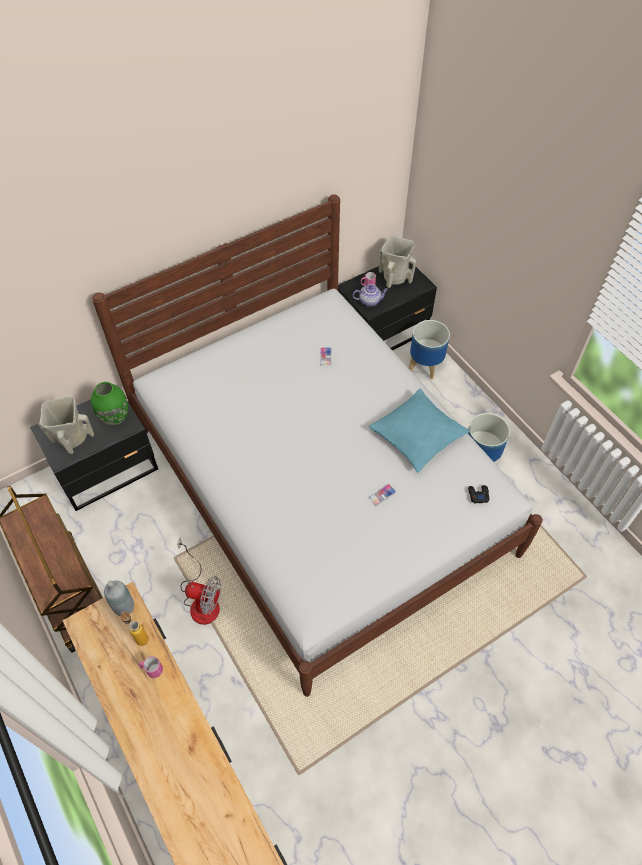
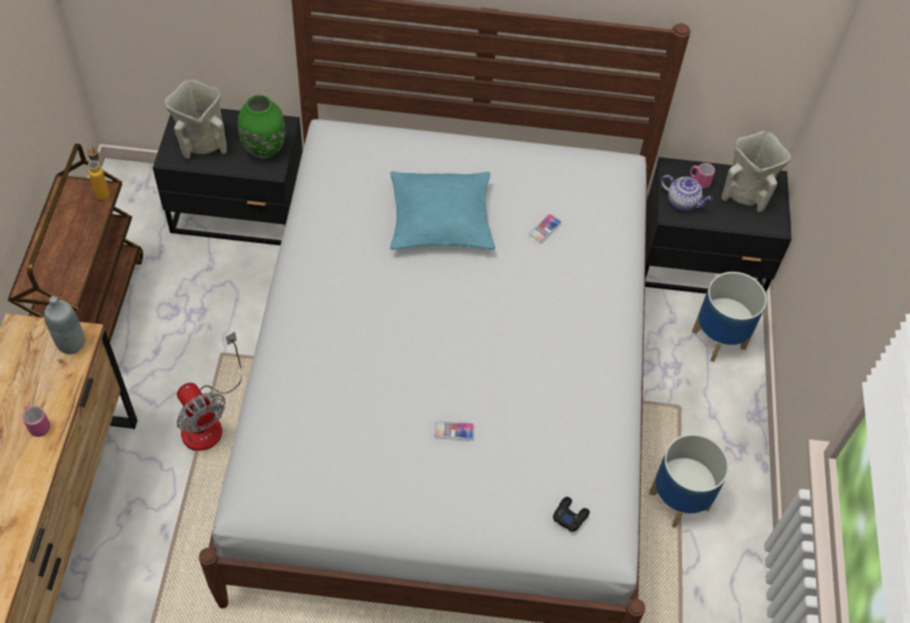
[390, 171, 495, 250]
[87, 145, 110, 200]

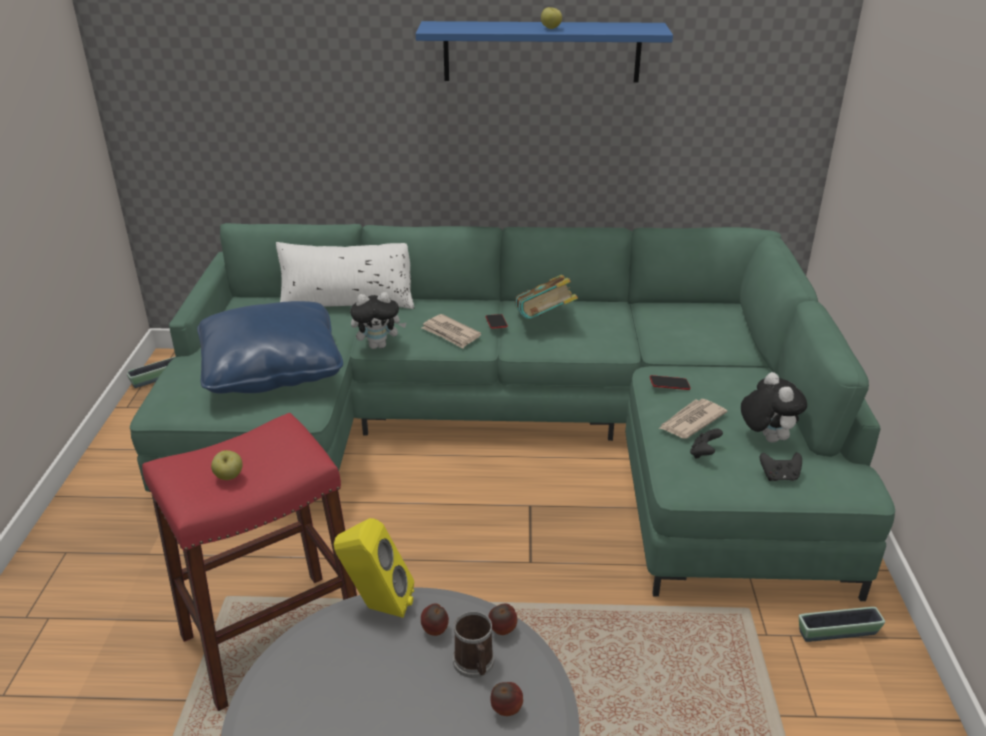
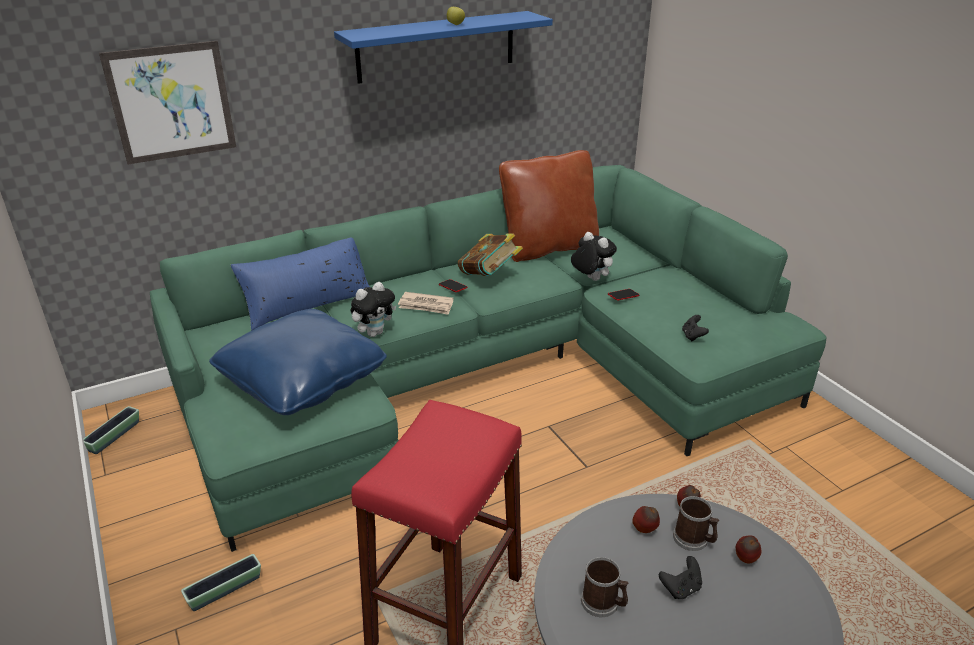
[231, 238, 370, 330]
[571, 232, 617, 281]
[659, 399, 727, 439] (first image)
[211, 450, 242, 480] (first image)
[659, 556, 702, 599]
[334, 518, 414, 618] (first image)
[181, 554, 261, 611]
[99, 41, 236, 164]
[499, 150, 599, 262]
[581, 557, 628, 617]

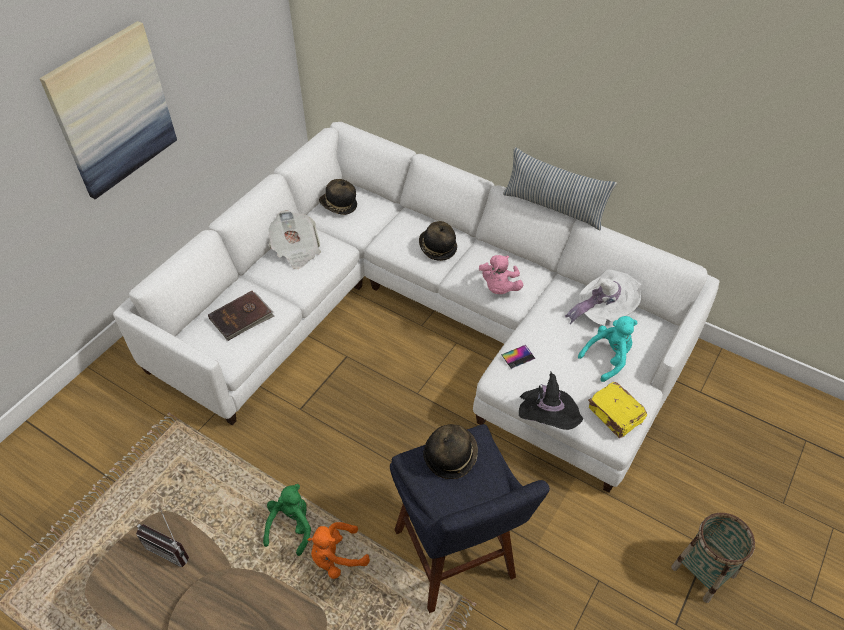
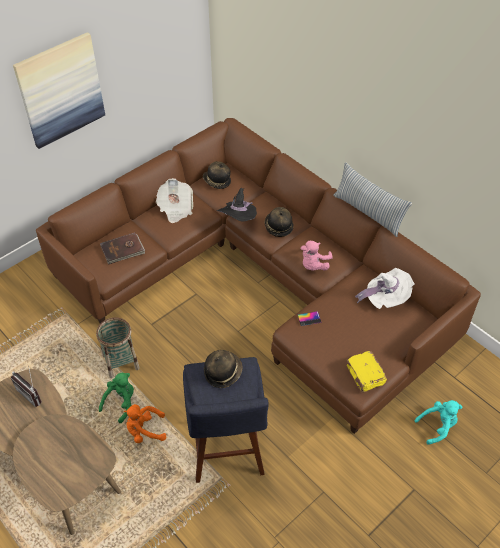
[36, 118, 481, 434]
[414, 400, 462, 445]
[217, 188, 257, 221]
[96, 317, 140, 378]

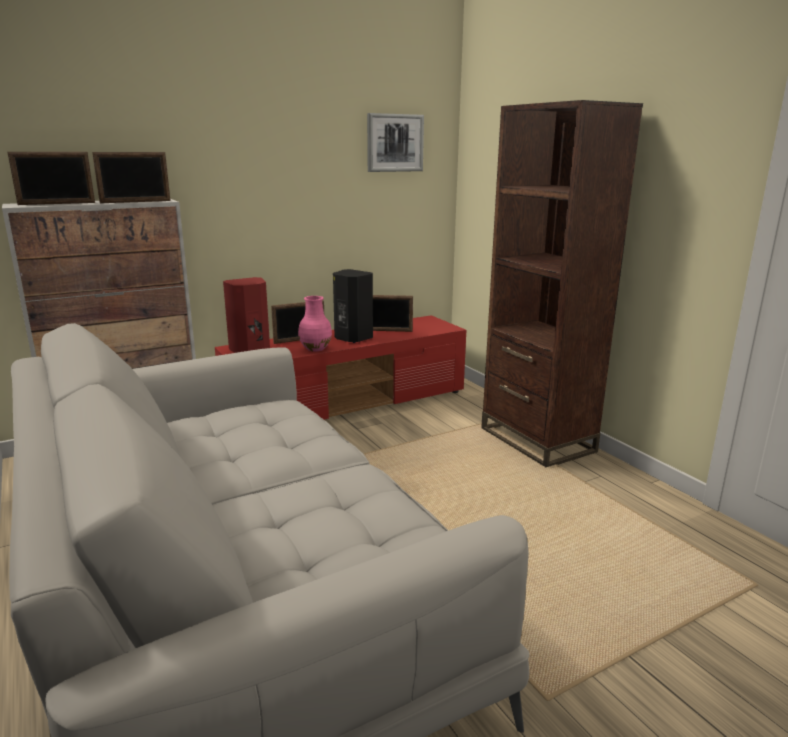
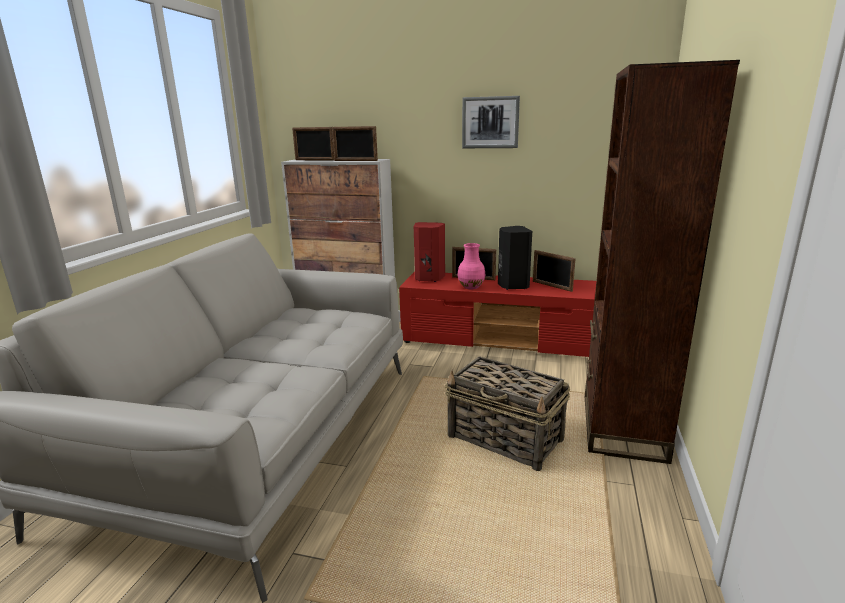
[462, 96, 520, 148]
[445, 356, 570, 471]

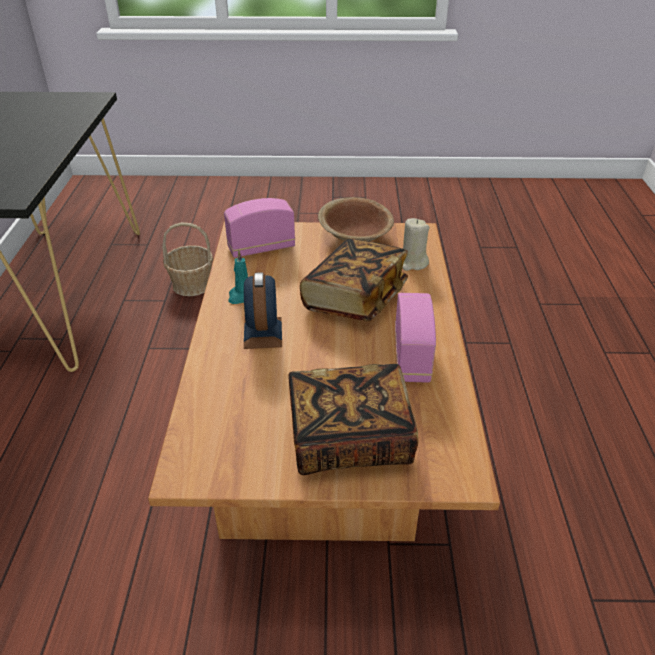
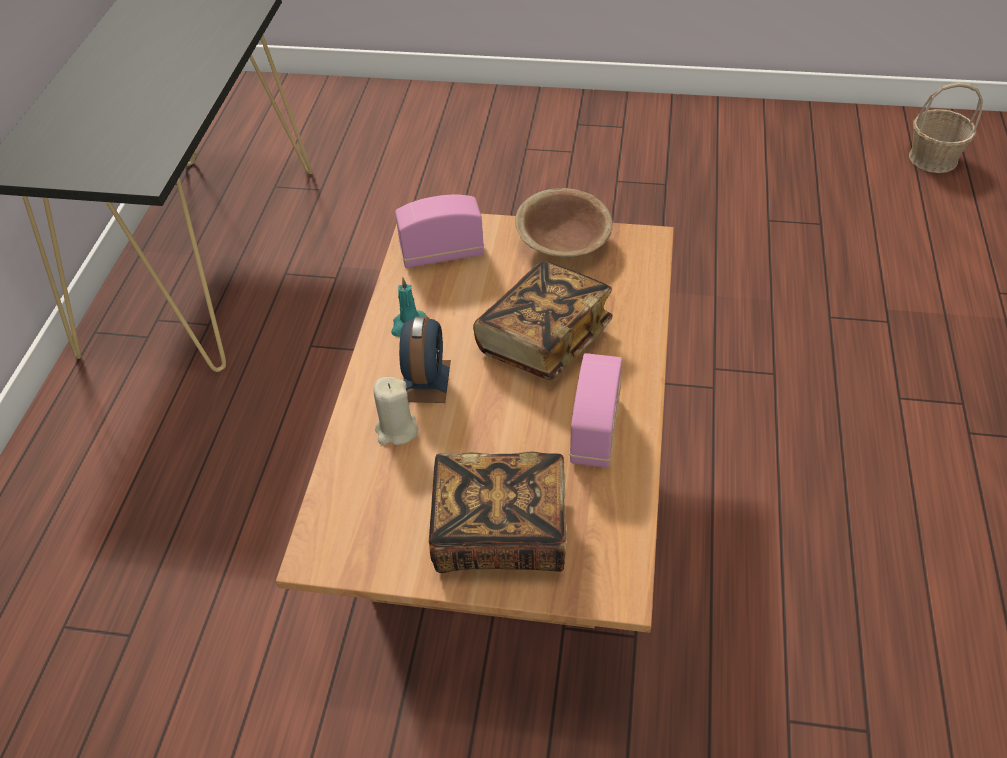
[373, 377, 418, 445]
[909, 82, 983, 173]

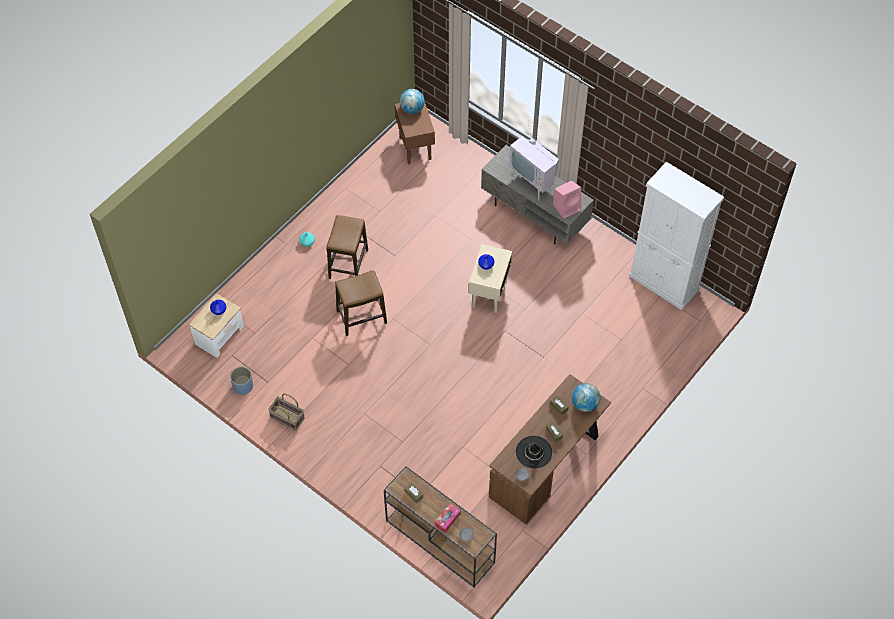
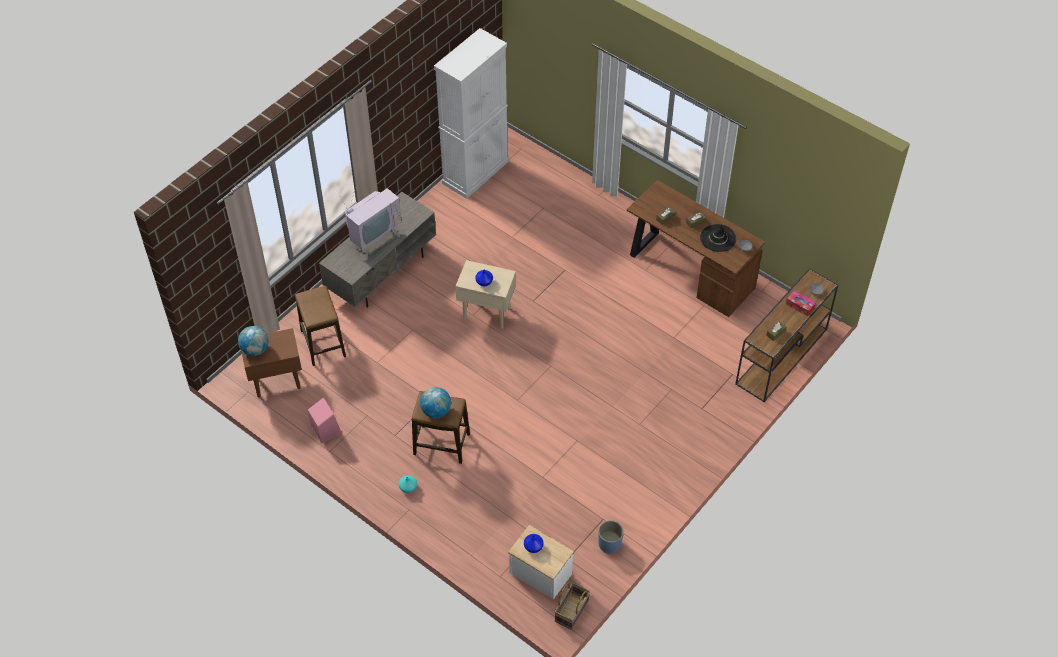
[308, 397, 342, 444]
[295, 286, 346, 366]
[420, 387, 451, 418]
[554, 582, 590, 630]

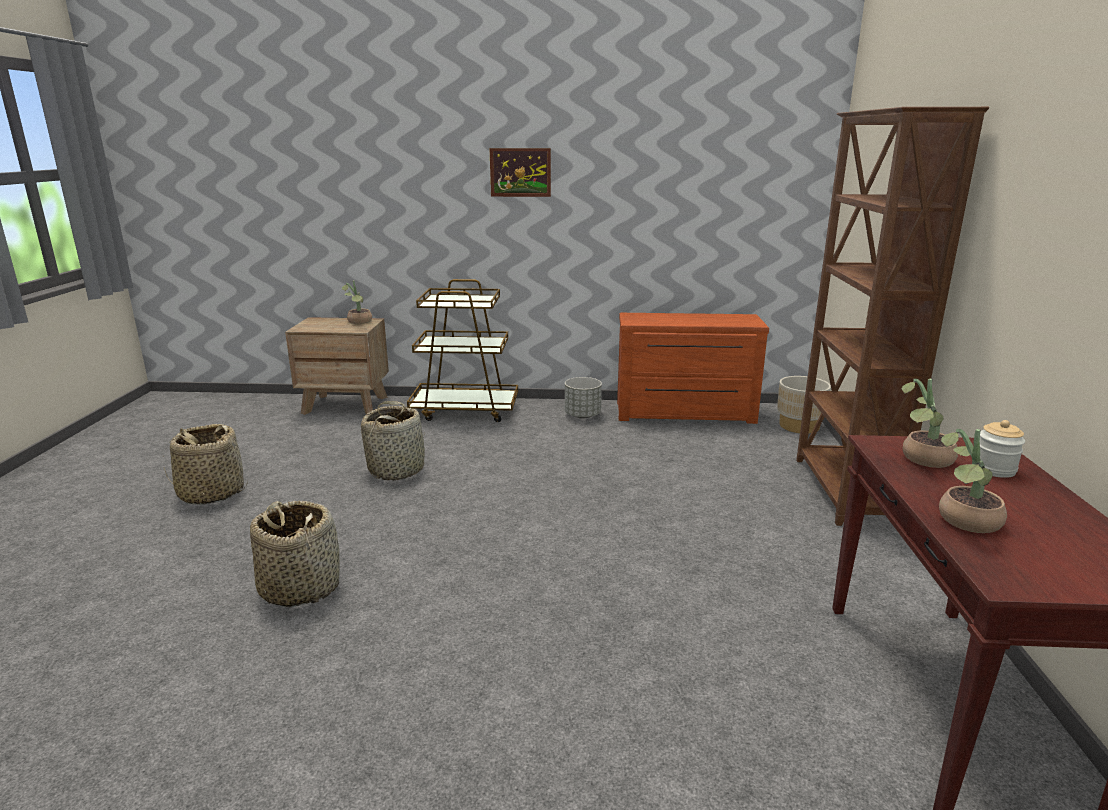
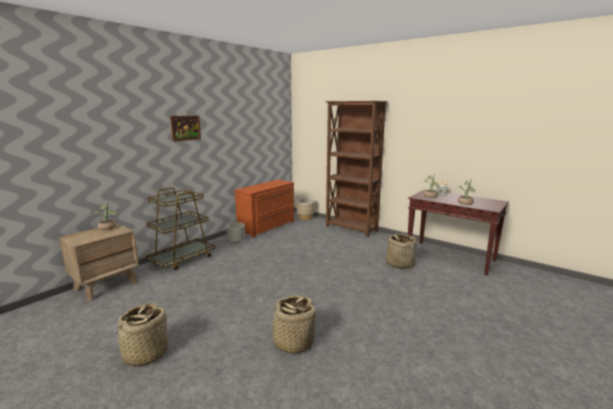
[386, 232, 417, 269]

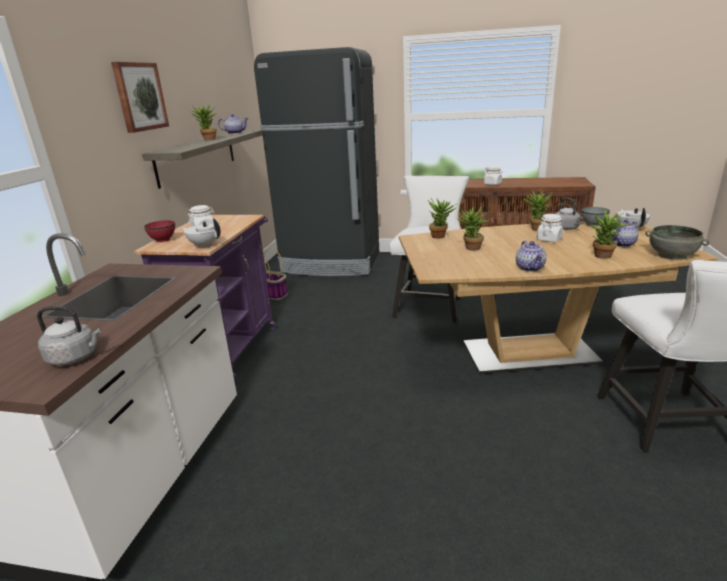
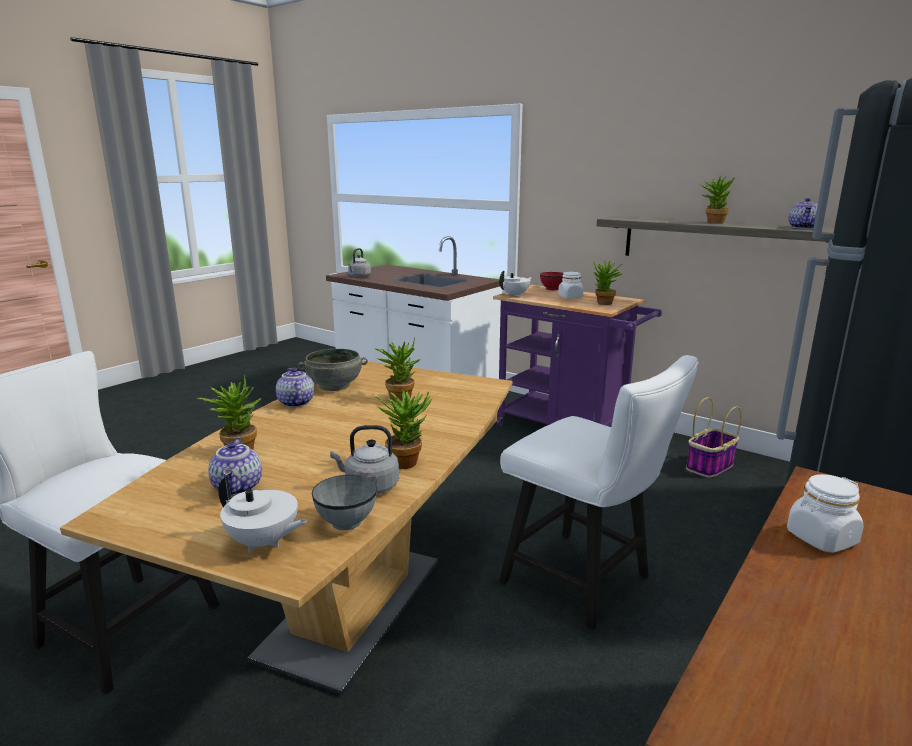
[111, 62, 169, 133] (first image)
[594, 261, 623, 305]
[536, 214, 563, 242] (first image)
[298, 349, 368, 391]
[276, 368, 314, 407]

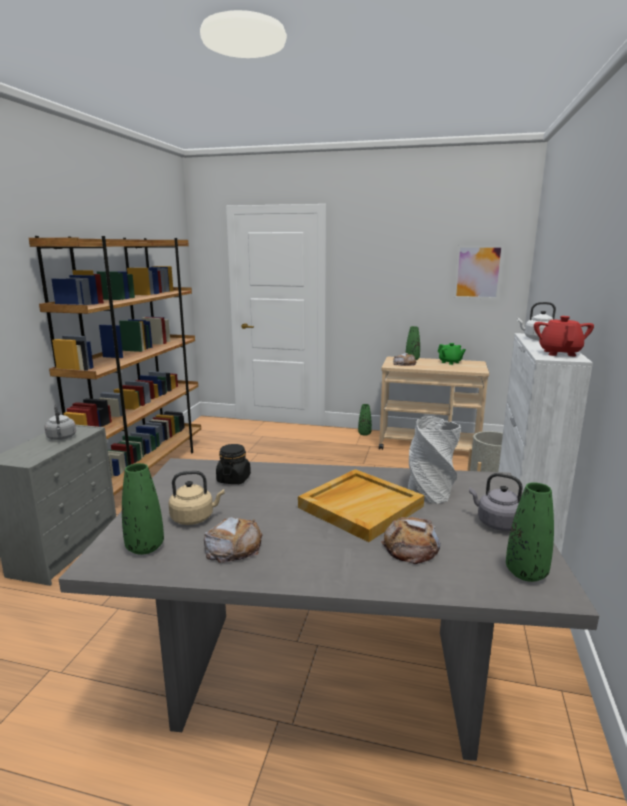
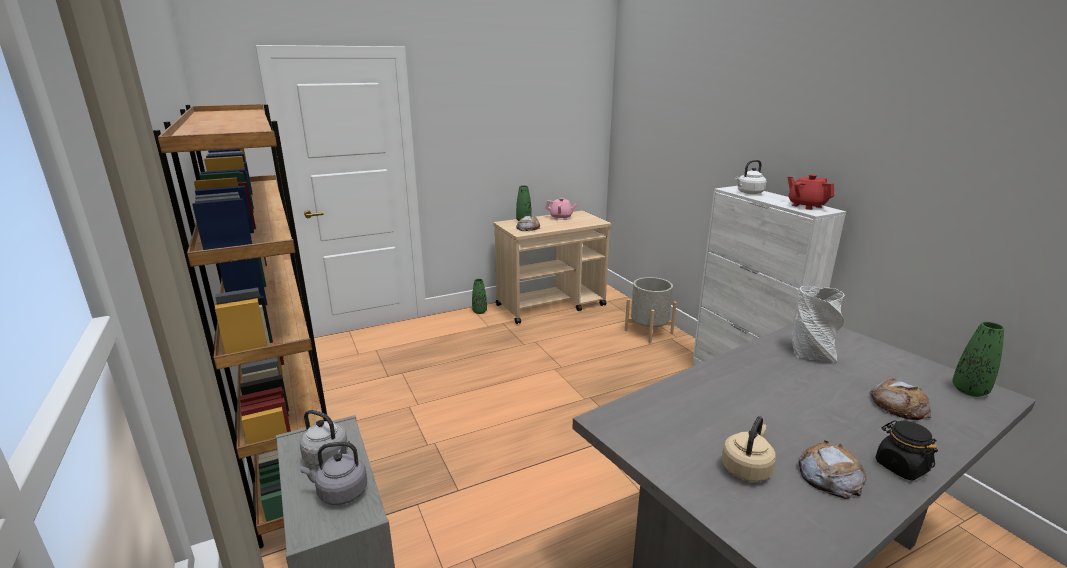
[454, 245, 504, 300] (first image)
[545, 198, 578, 220]
[875, 420, 938, 481]
[122, 463, 164, 555] (first image)
[298, 469, 424, 542] (first image)
[300, 442, 367, 505]

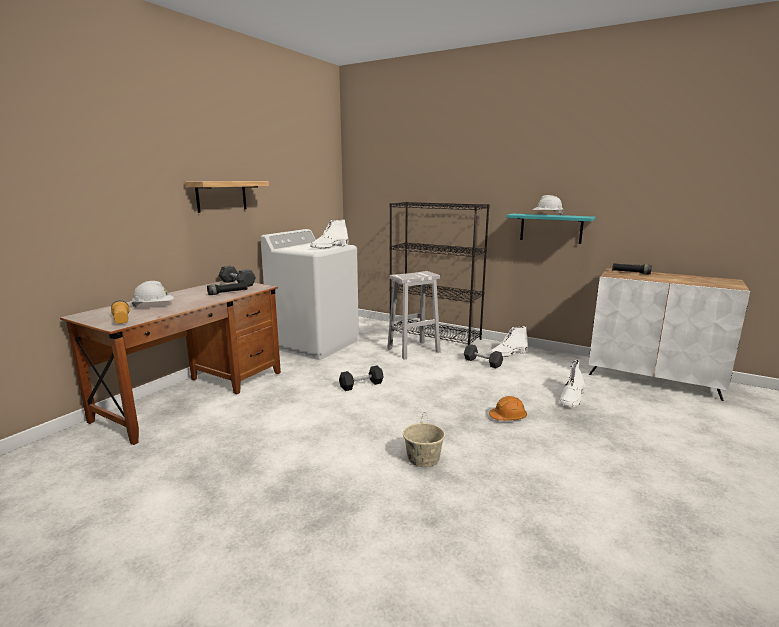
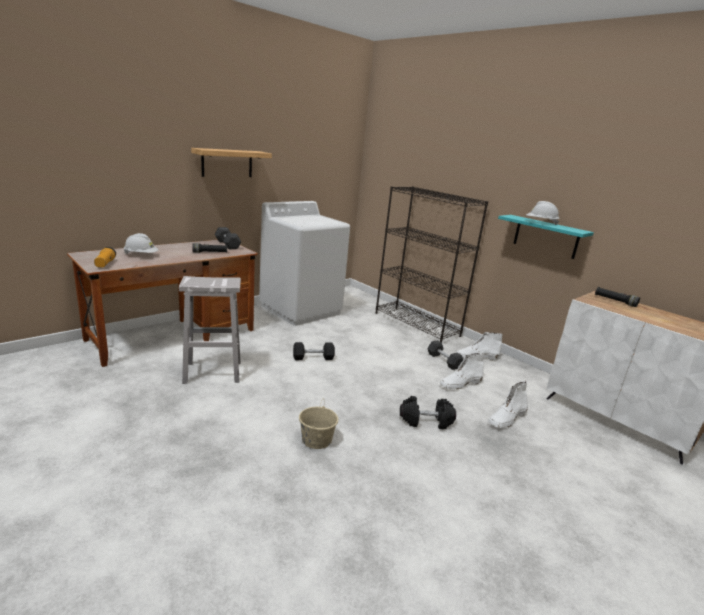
[440, 353, 484, 389]
[179, 276, 241, 384]
[400, 396, 456, 429]

